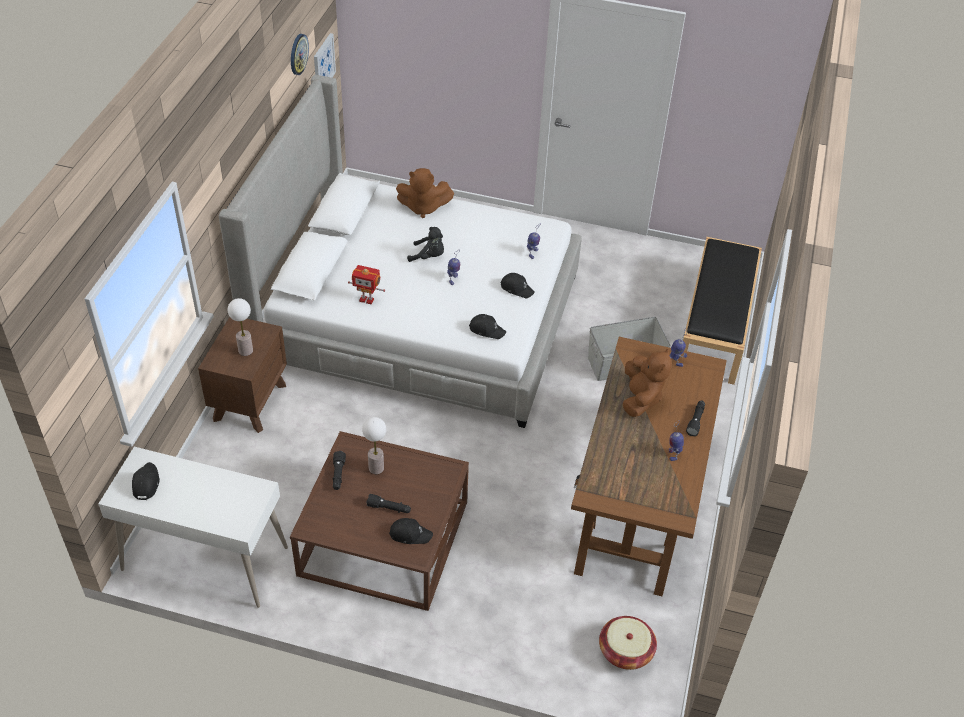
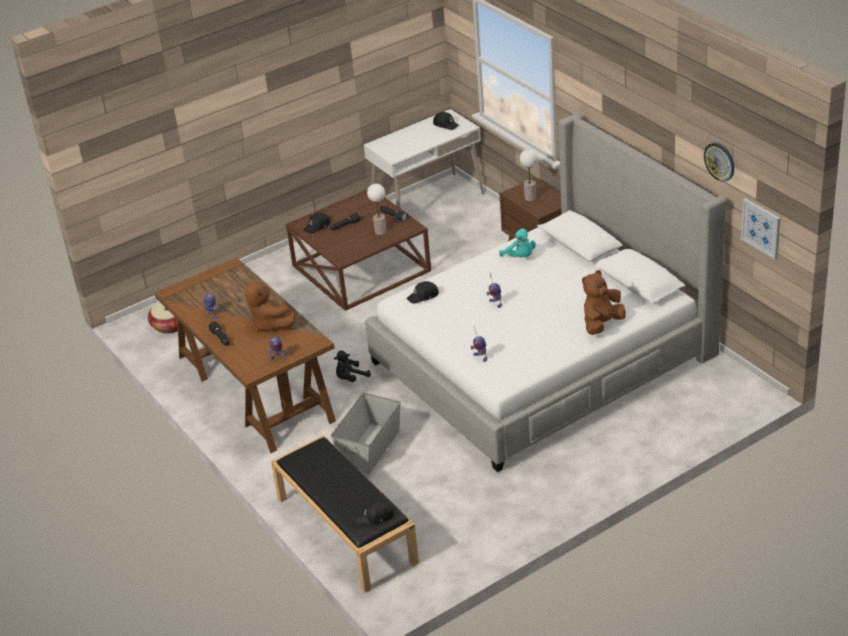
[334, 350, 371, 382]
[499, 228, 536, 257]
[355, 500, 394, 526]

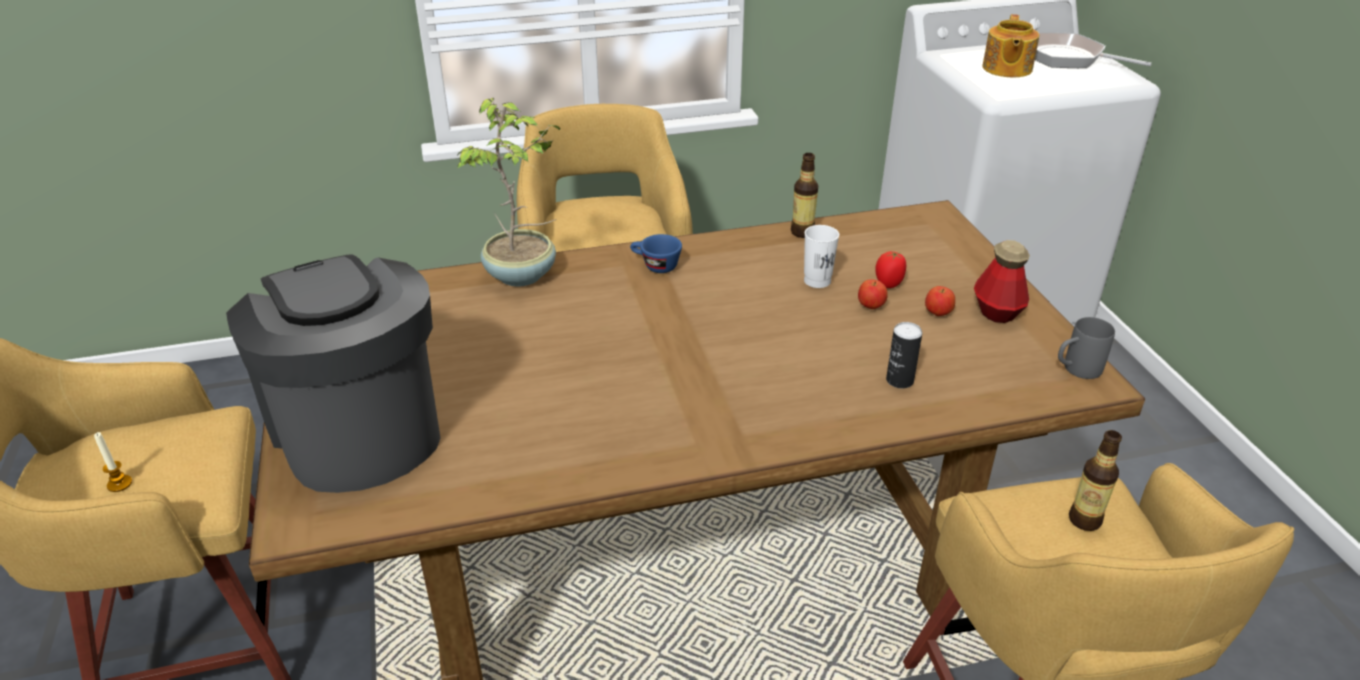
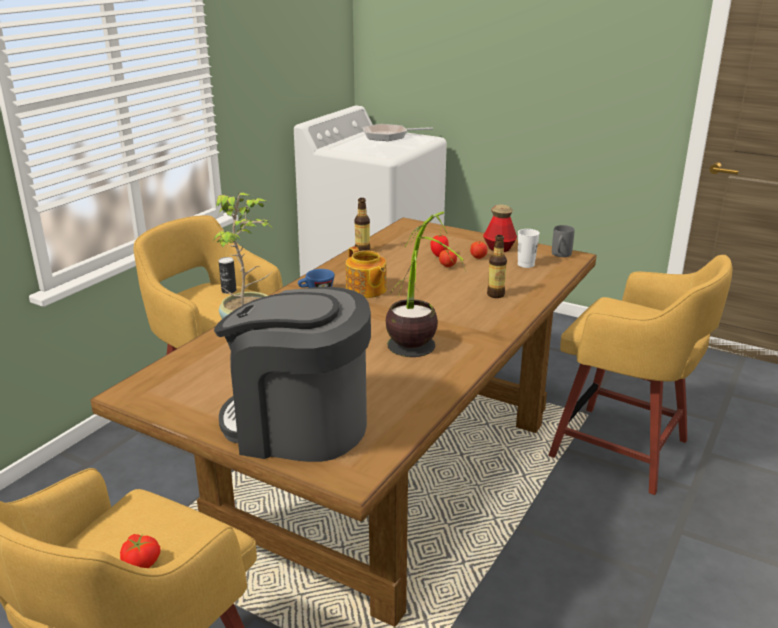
[346, 247, 387, 298]
[518, 229, 540, 268]
[219, 257, 236, 294]
[487, 235, 507, 298]
[120, 534, 160, 568]
[386, 212, 466, 357]

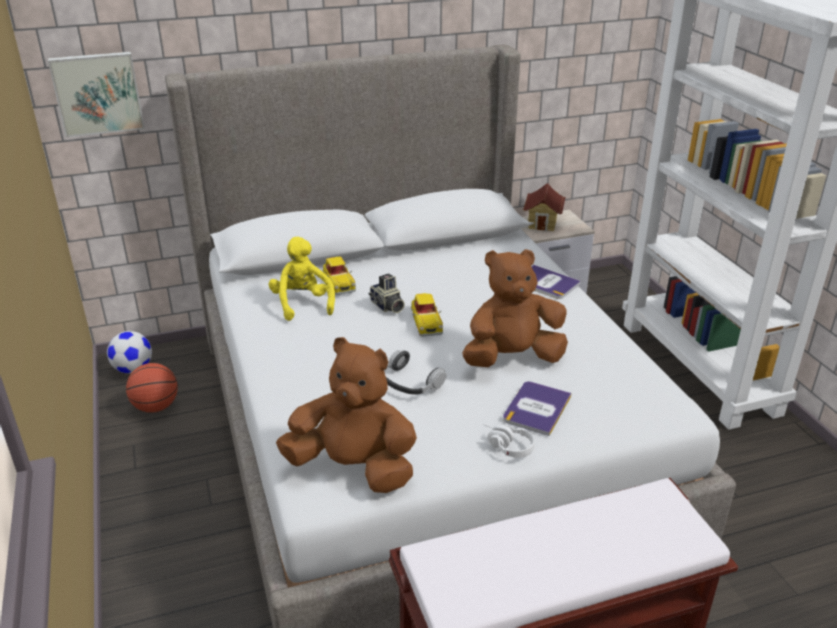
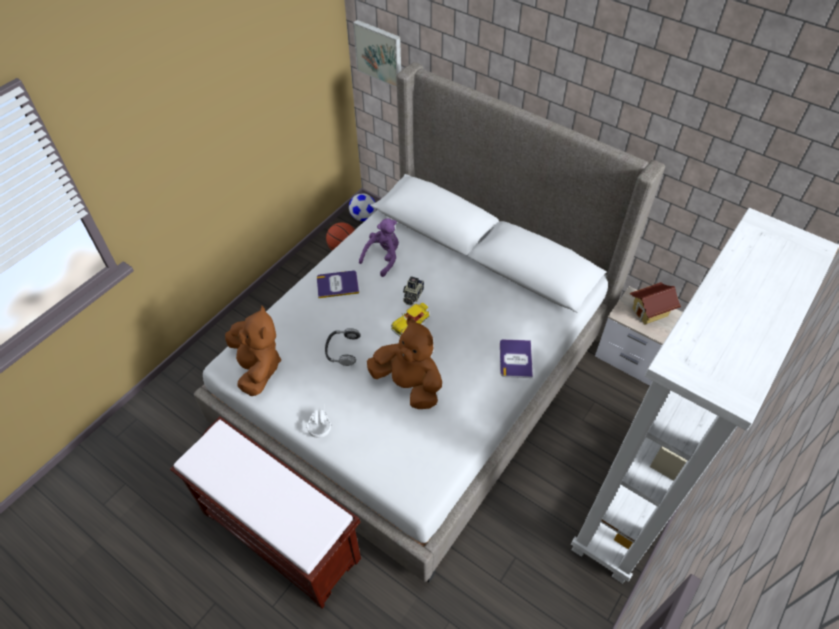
[359, 218, 399, 277]
[323, 257, 356, 295] (first image)
[317, 271, 359, 298]

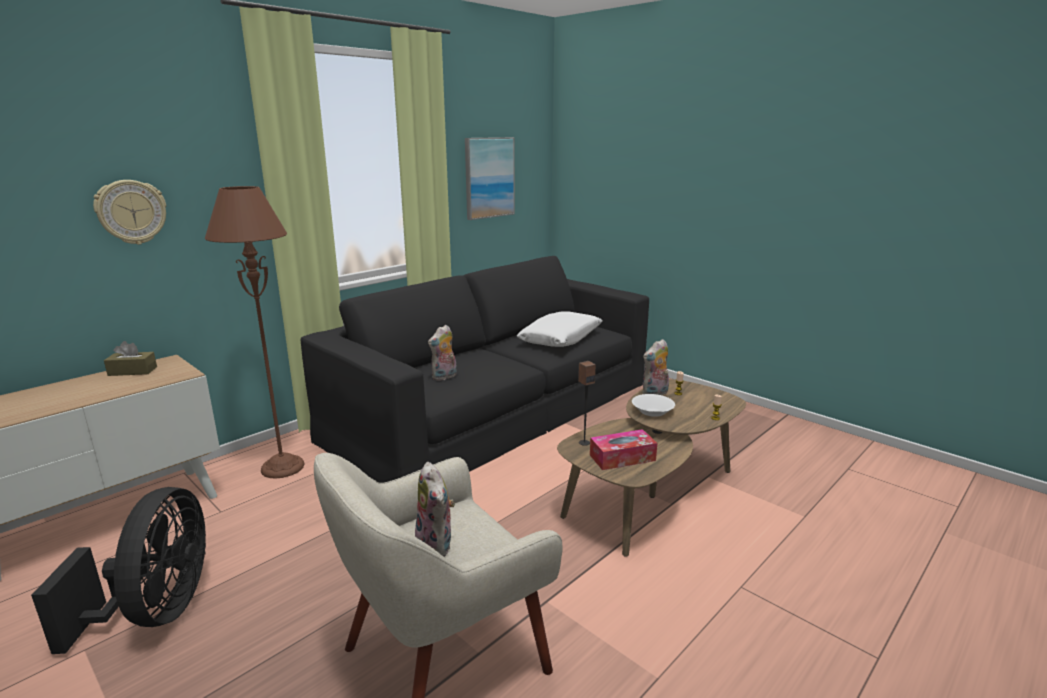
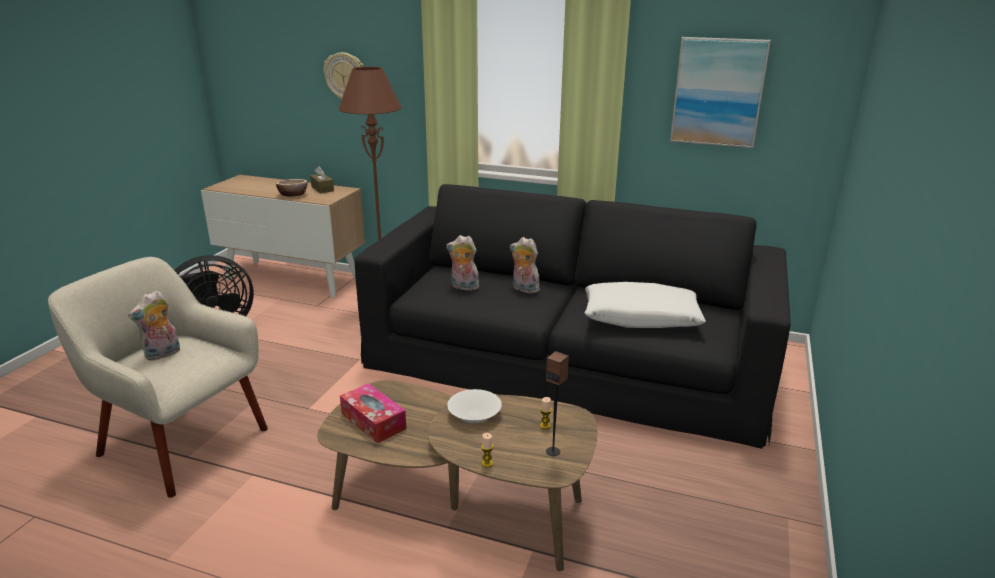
[510, 237, 540, 294]
[546, 351, 569, 456]
[276, 179, 307, 197]

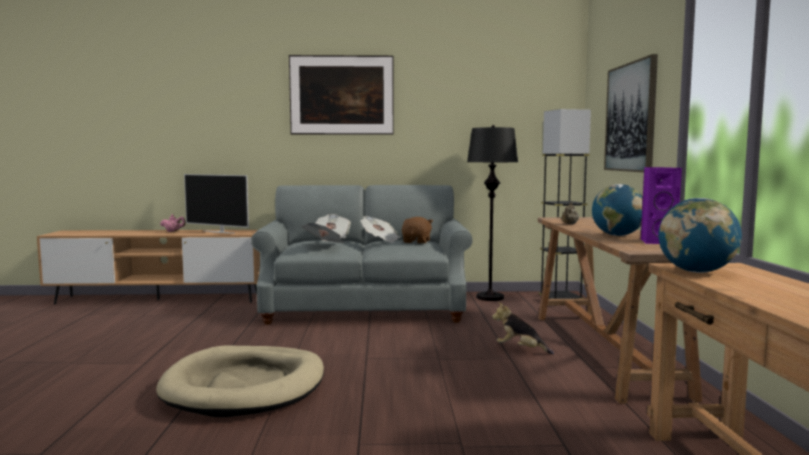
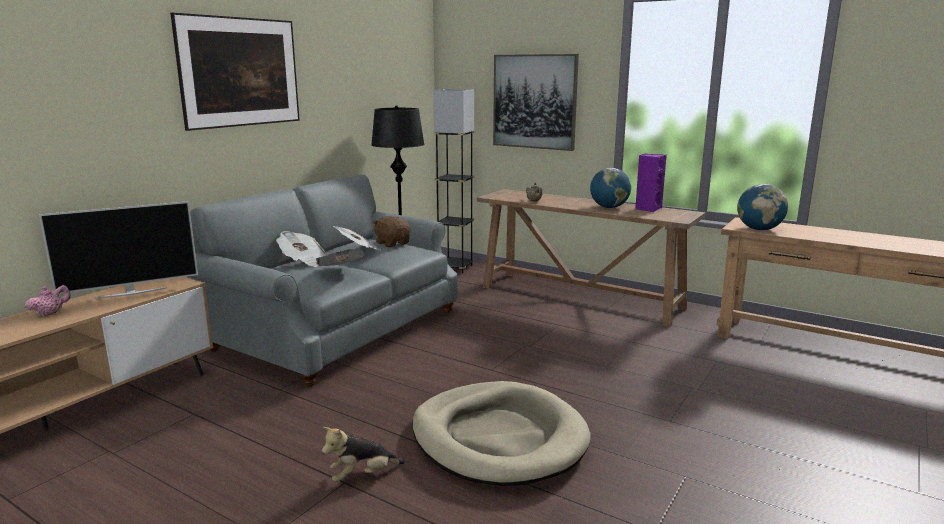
[322, 427, 405, 482]

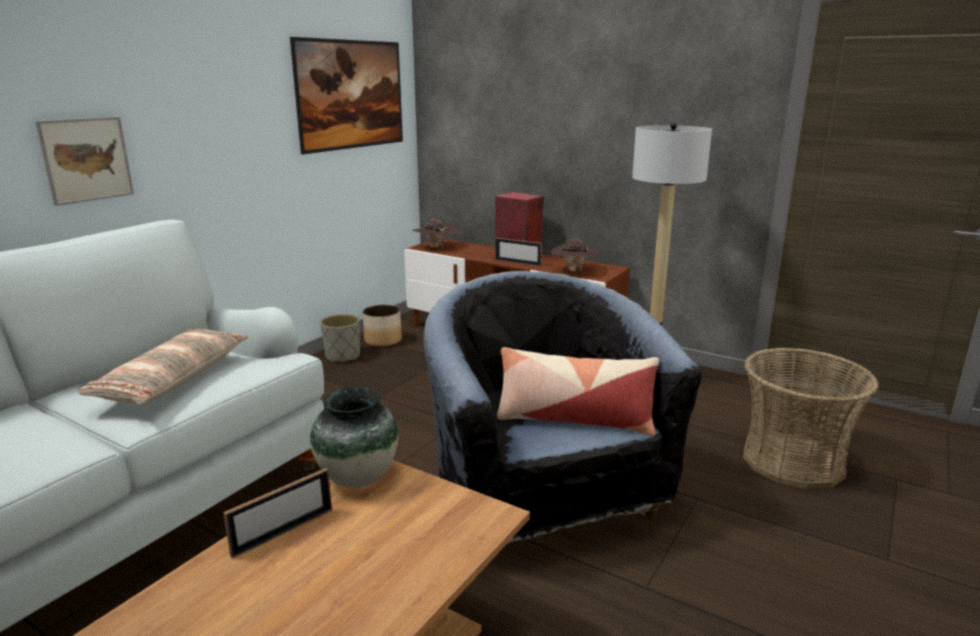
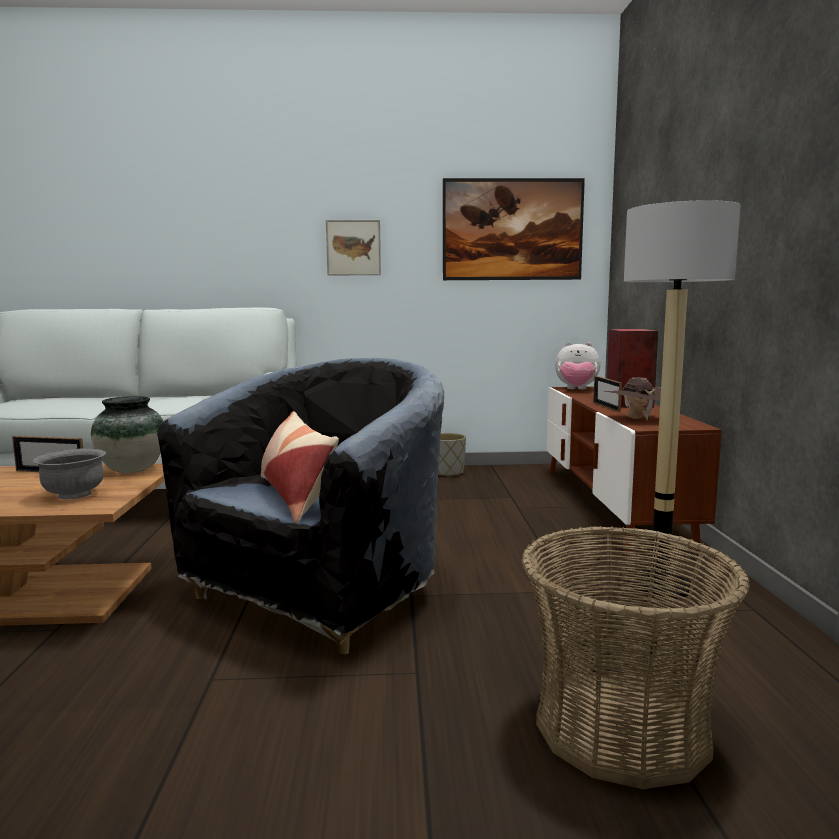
[326, 220, 381, 275]
[555, 342, 601, 389]
[363, 305, 402, 347] (first image)
[78, 329, 248, 404] (first image)
[33, 448, 106, 499]

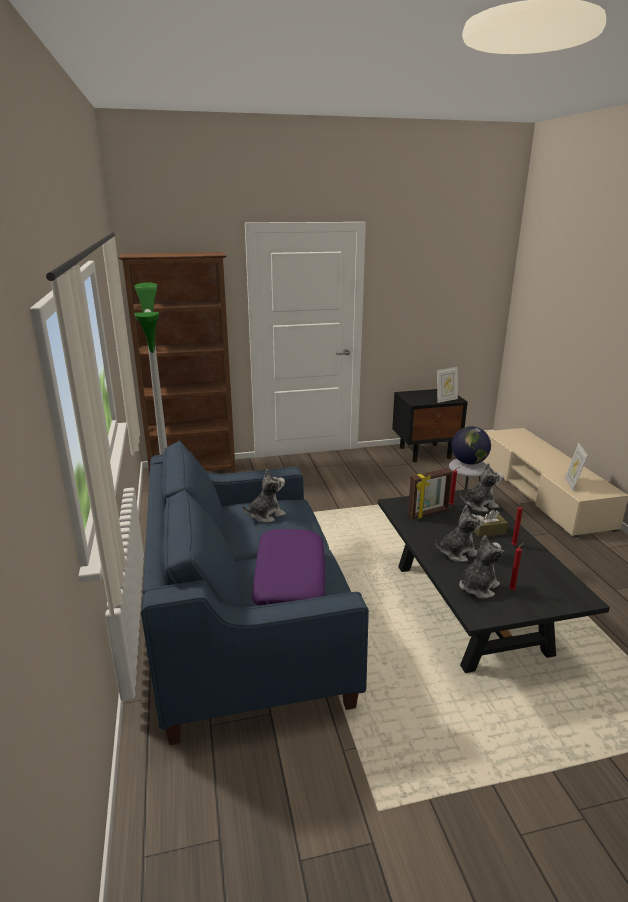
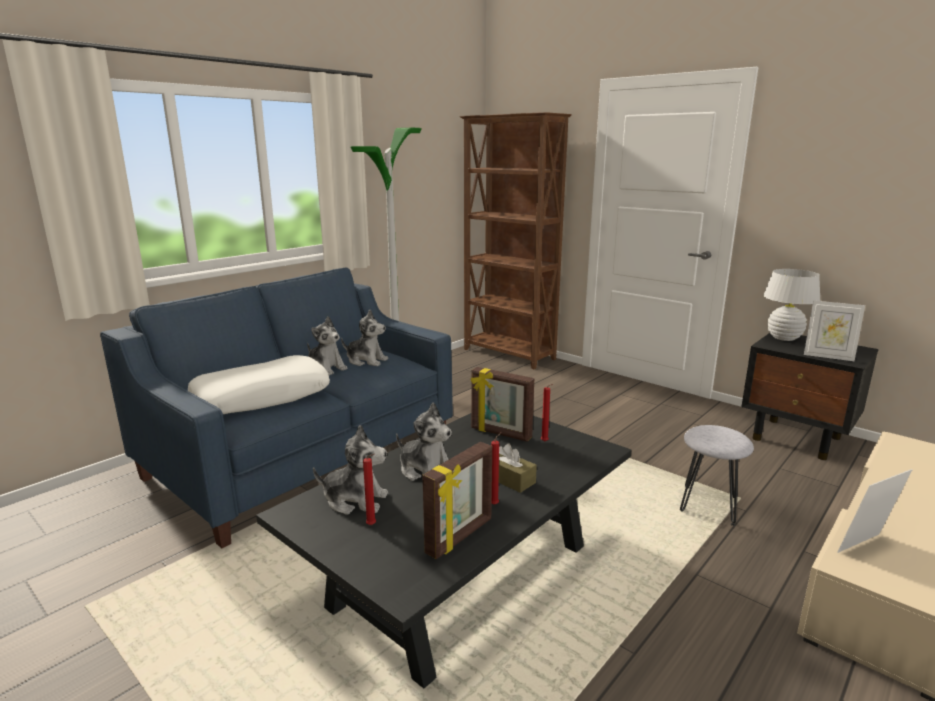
[452, 426, 491, 465] (first image)
[307, 316, 348, 375]
[188, 355, 330, 414]
[763, 269, 820, 341]
[422, 442, 492, 559]

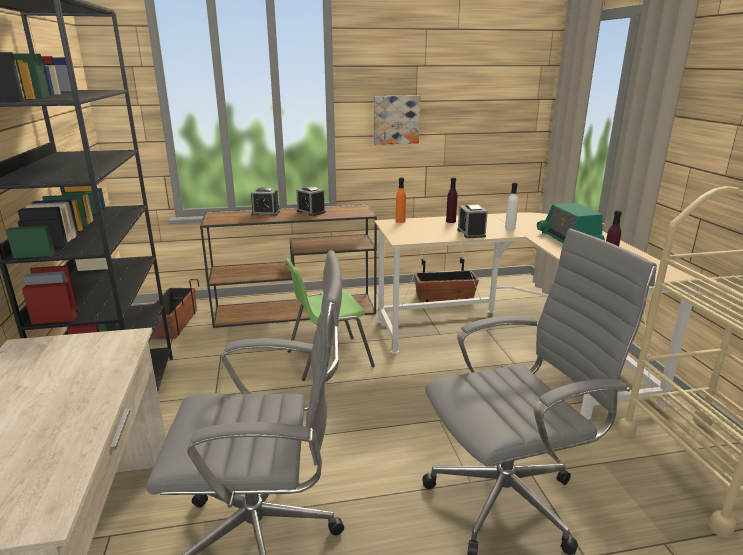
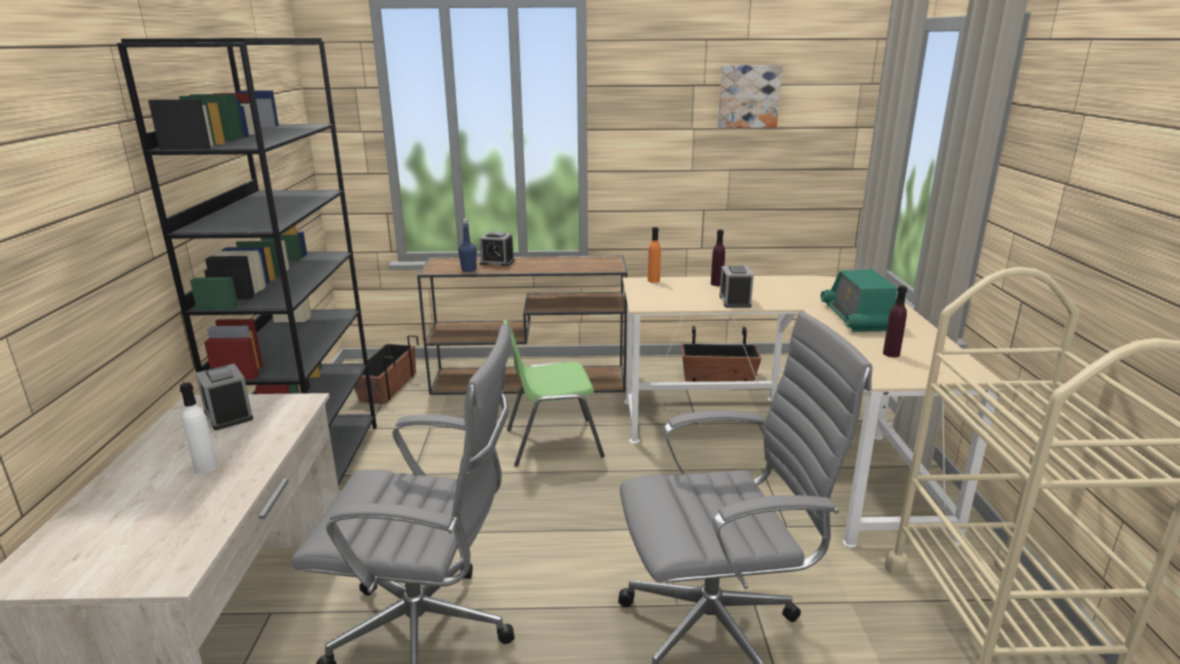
[718, 65, 783, 128]
[180, 382, 218, 474]
[195, 363, 253, 430]
[458, 219, 477, 272]

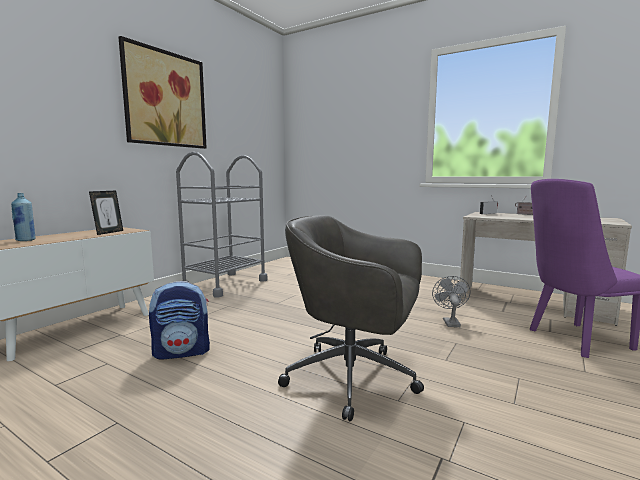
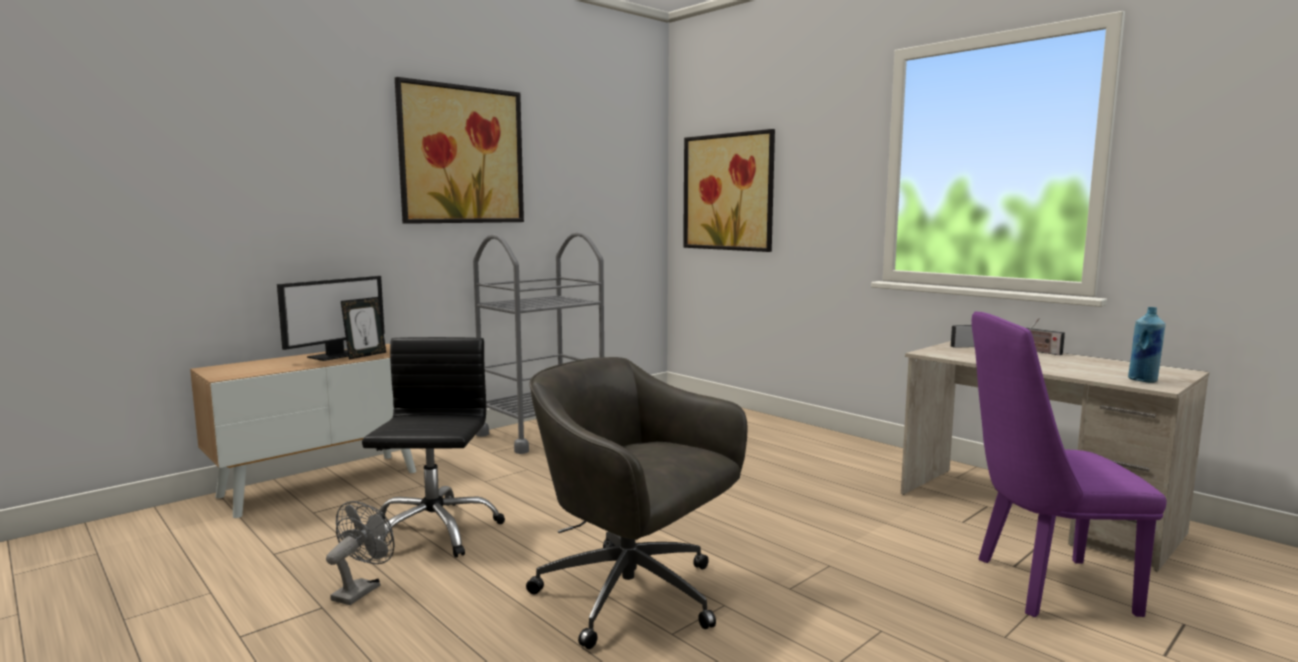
[1128, 307, 1166, 383]
[326, 501, 395, 605]
[362, 337, 505, 558]
[683, 129, 775, 252]
[277, 276, 385, 361]

